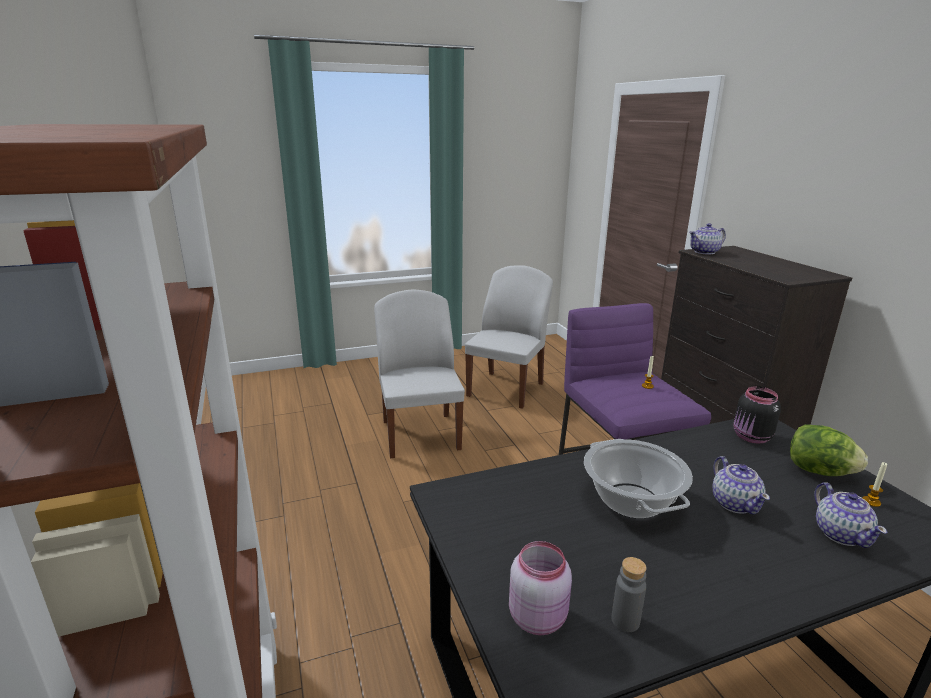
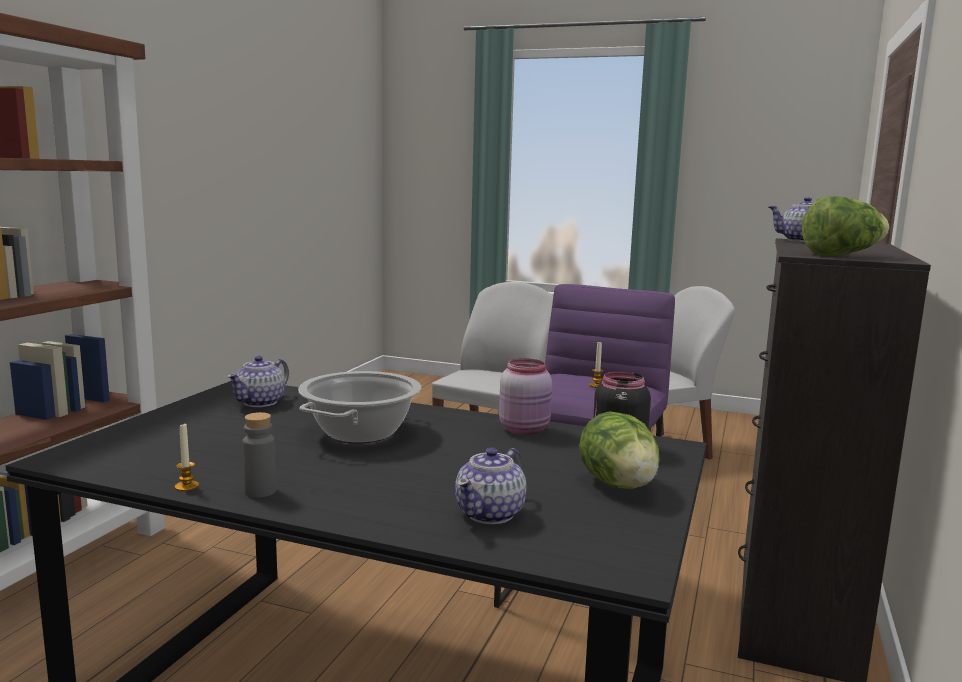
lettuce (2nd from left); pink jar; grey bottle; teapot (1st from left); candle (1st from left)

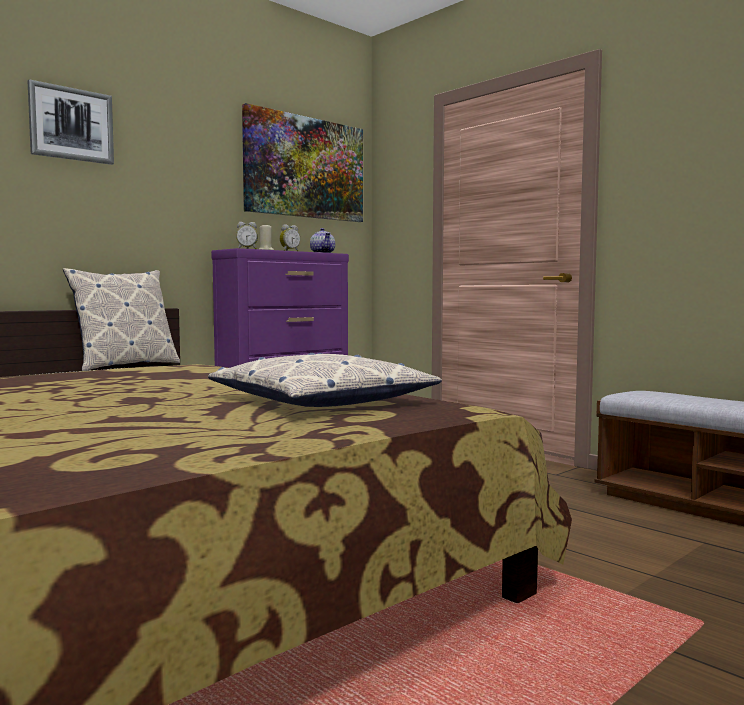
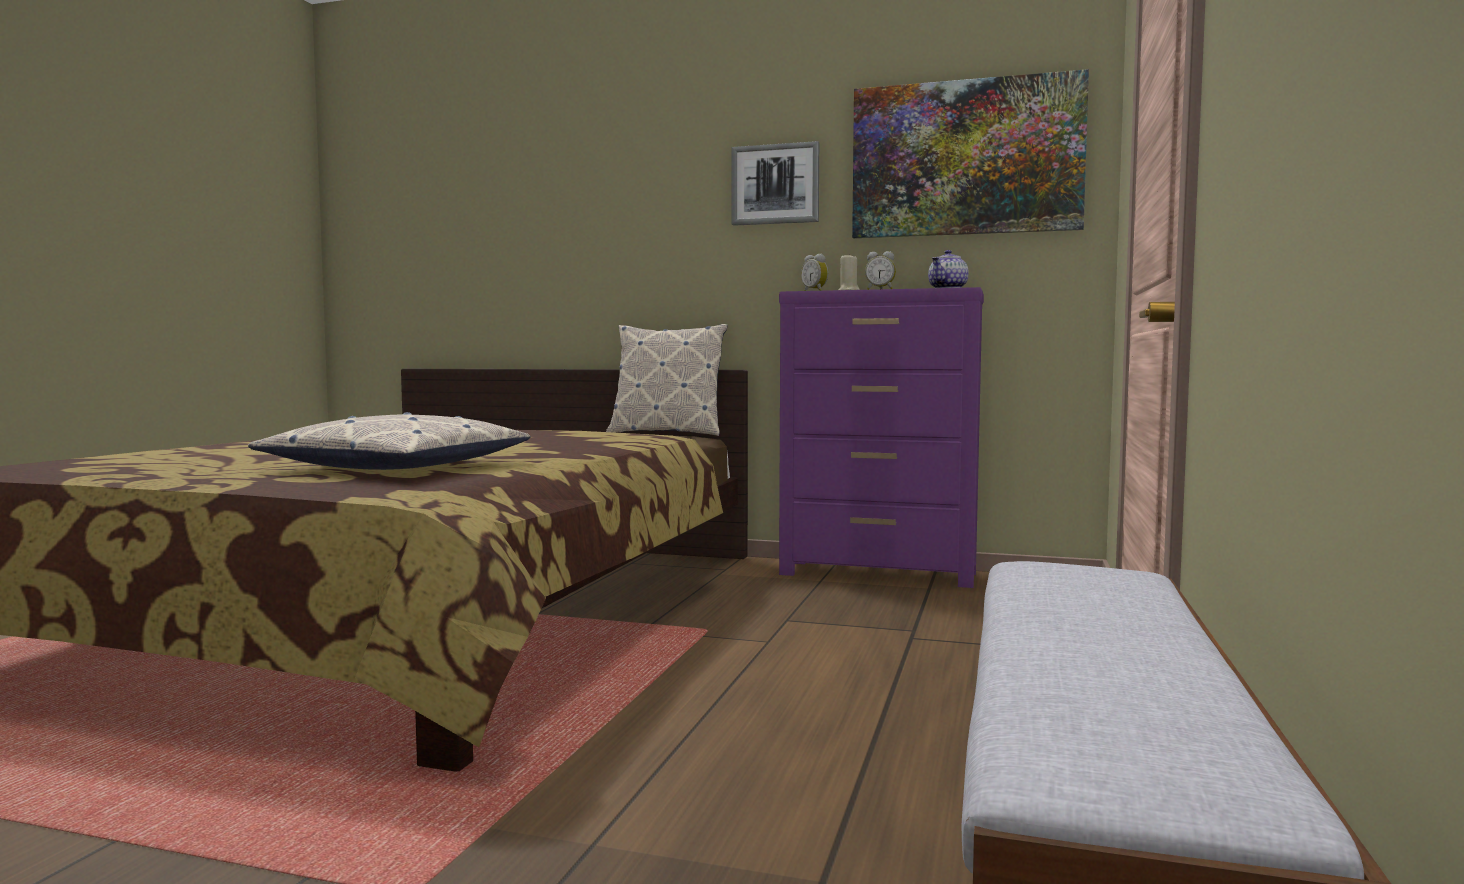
picture (1st from left)

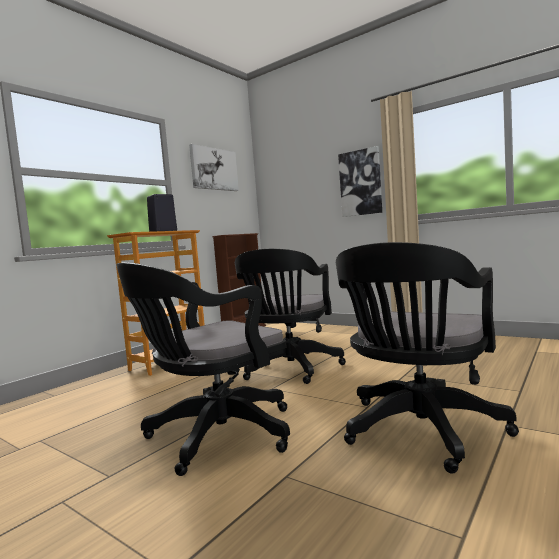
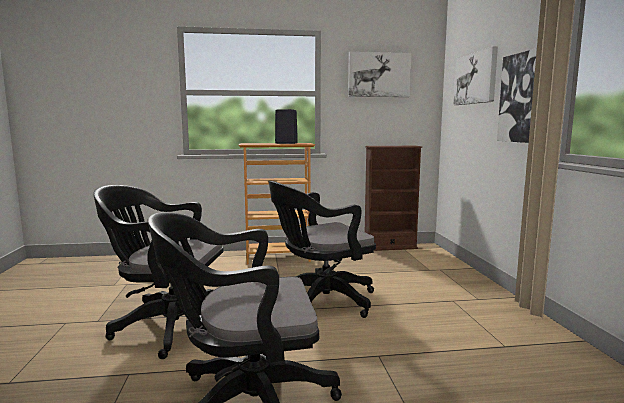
picture (2nd from left)

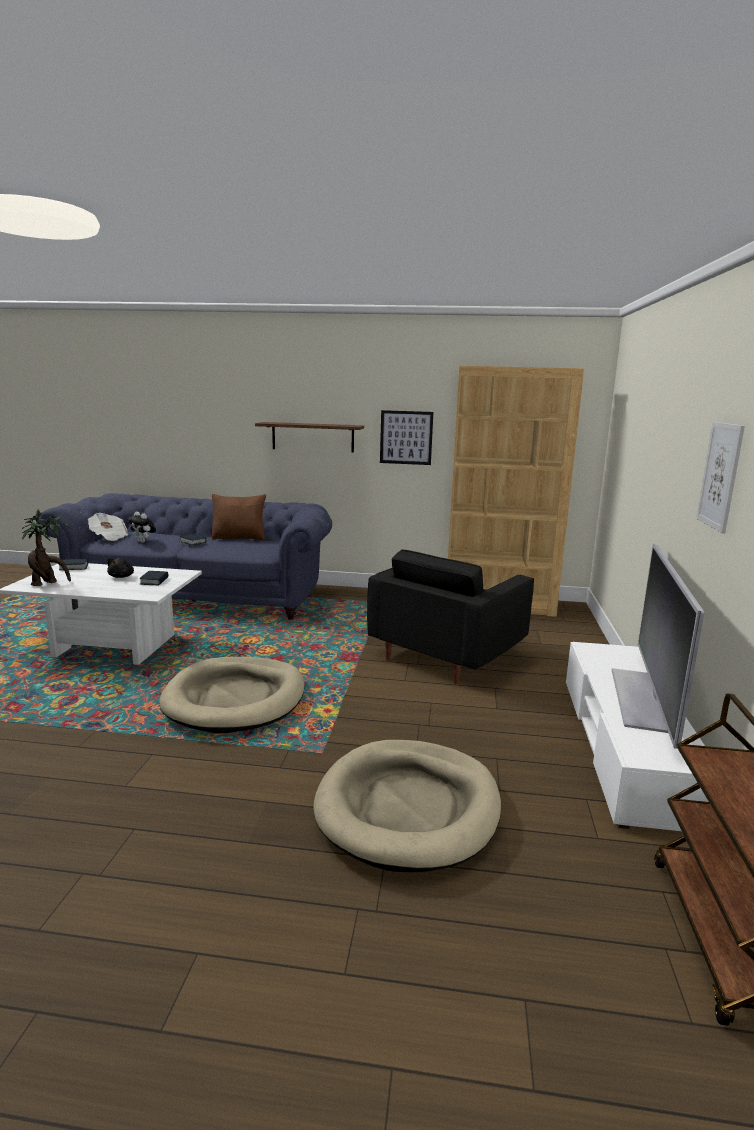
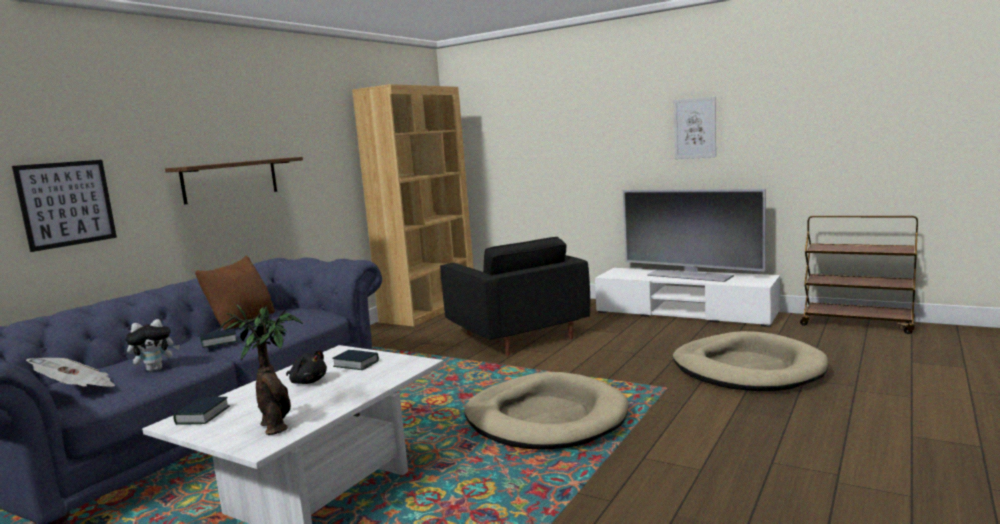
picture (1st from left)

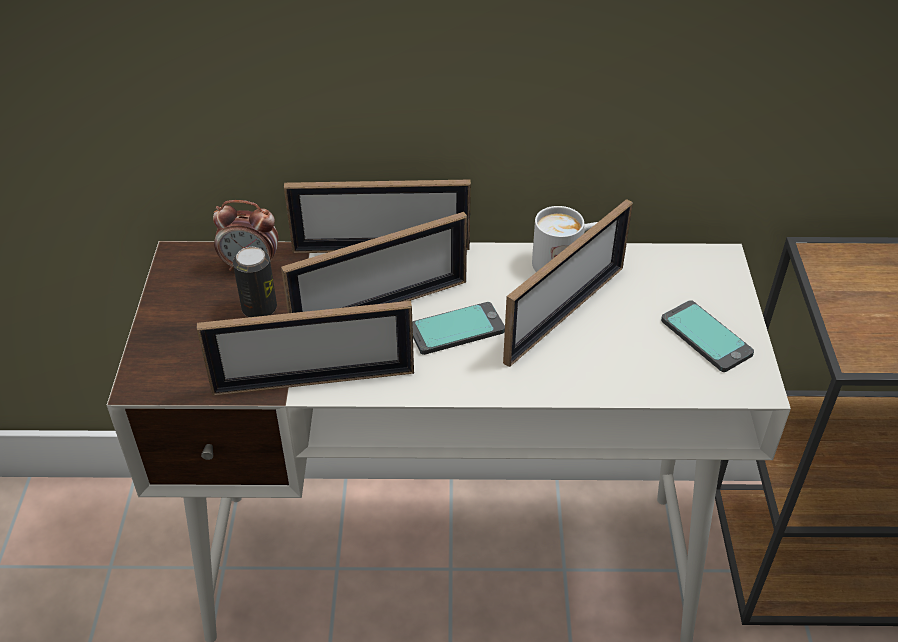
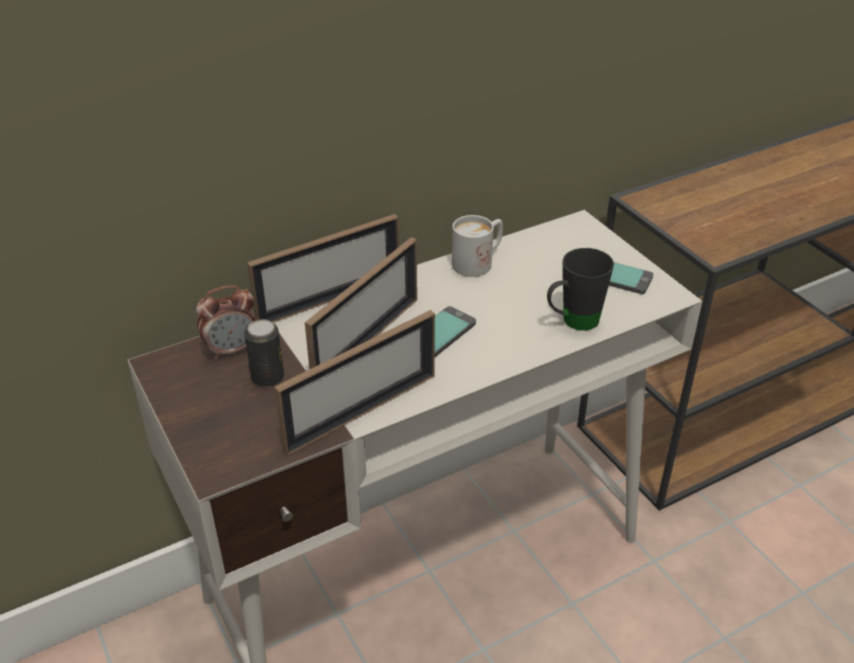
picture frame (4th from left in the first image); black mug

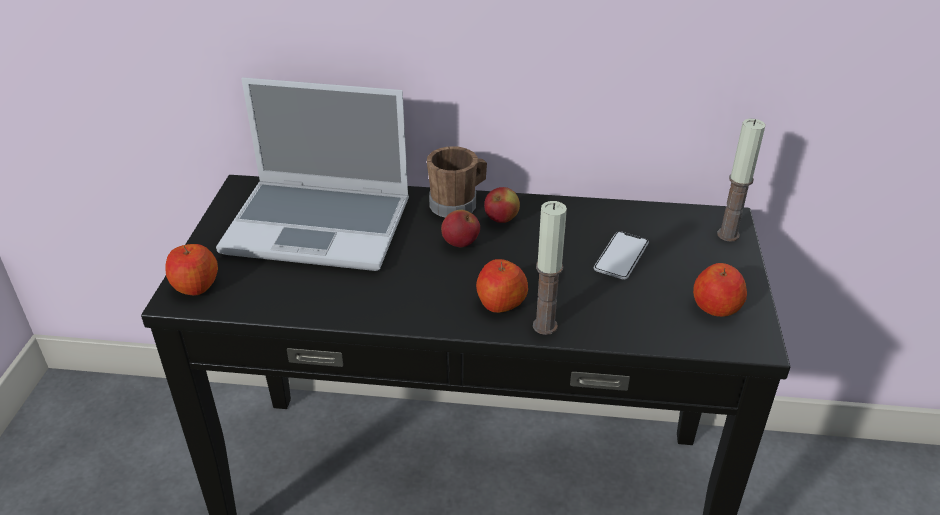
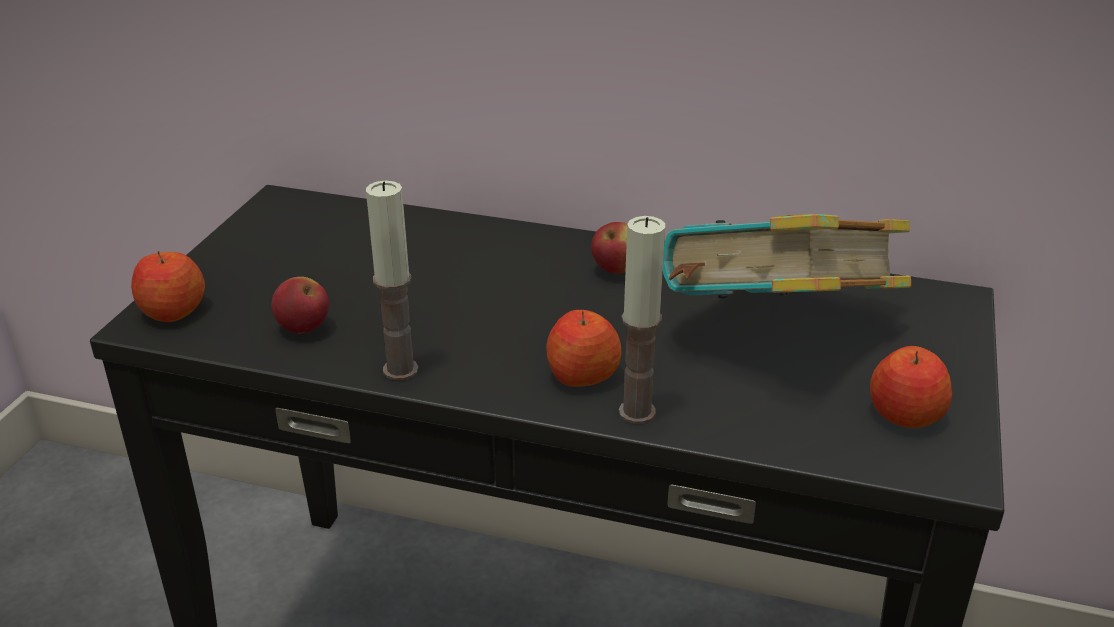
laptop; brown mug; apple (2nd from left); candle (1st from left); book

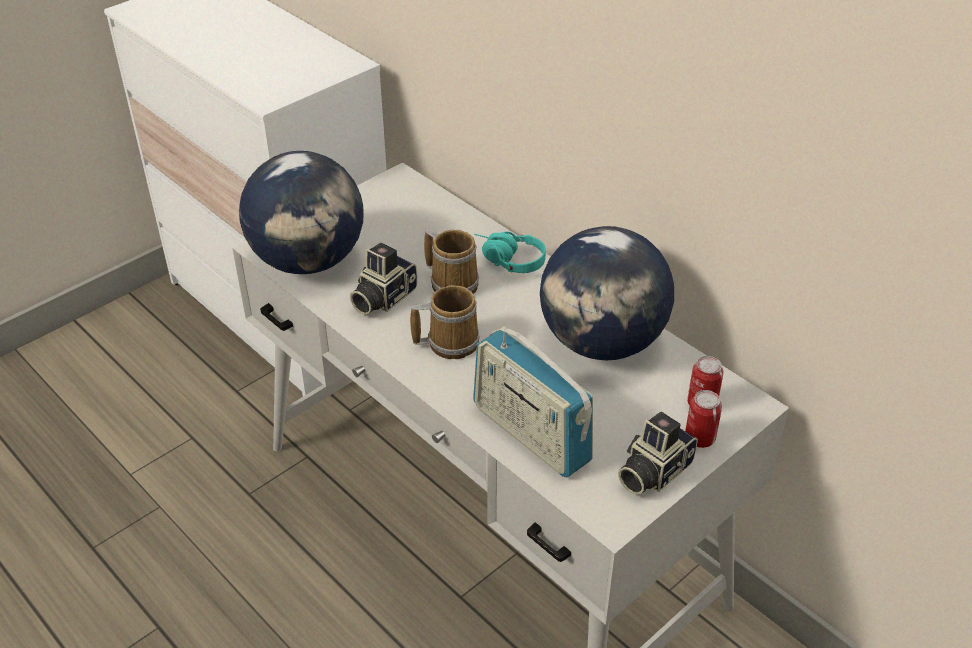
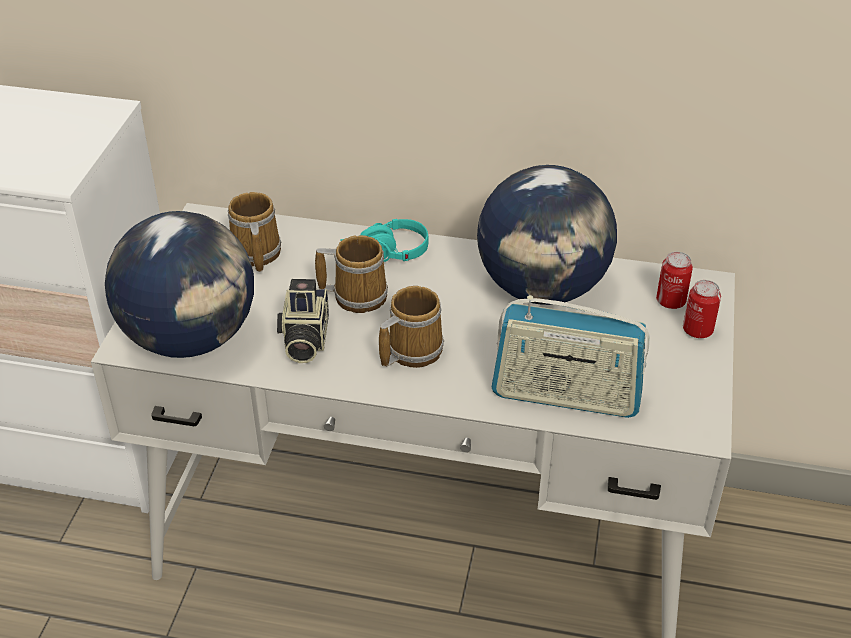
photo camera (2nd from left in the first image); mug (1st from left)

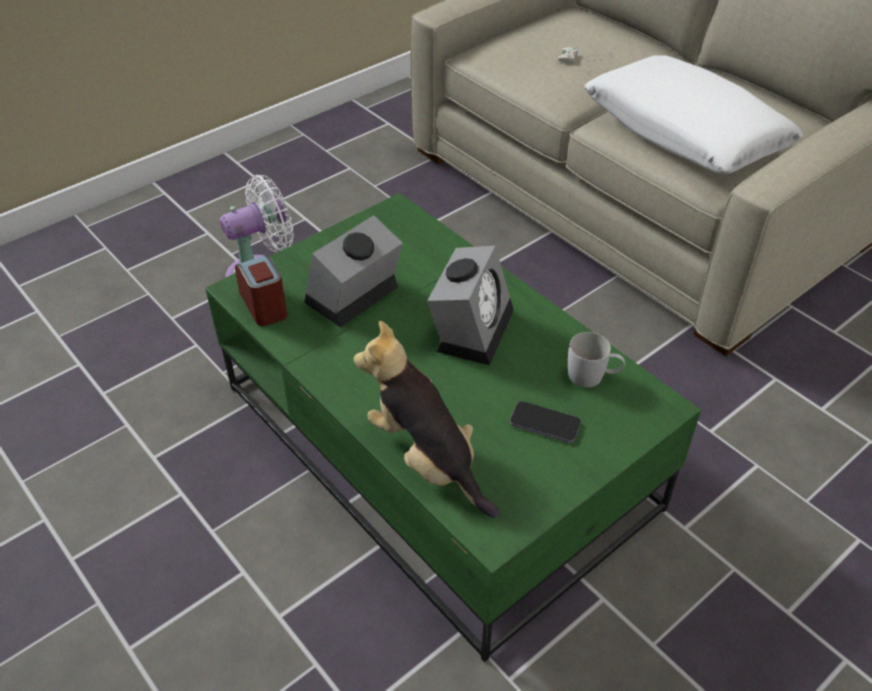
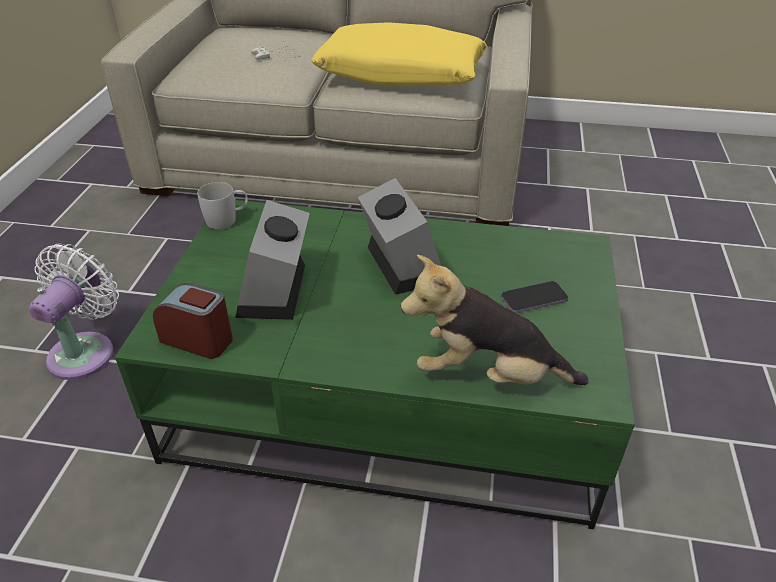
white mug; yellow pillow

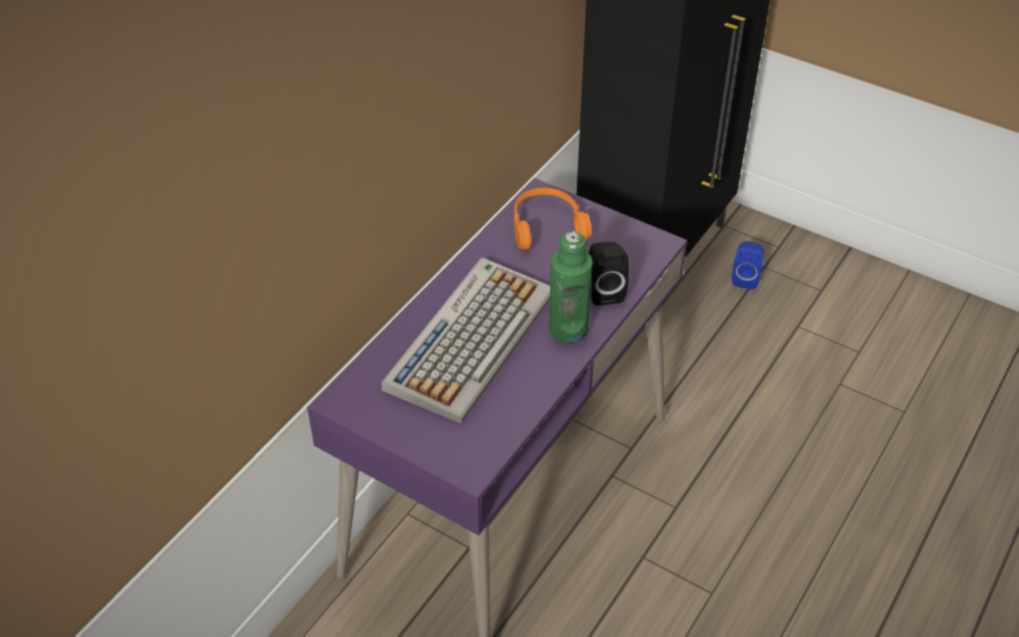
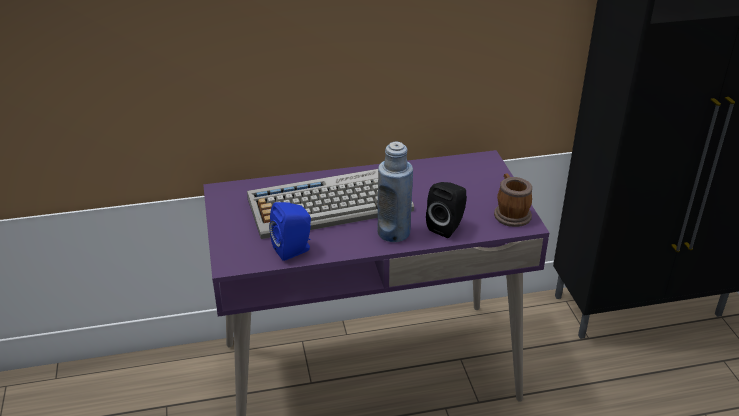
orange headphones; mug; blue speaker; blue bottle

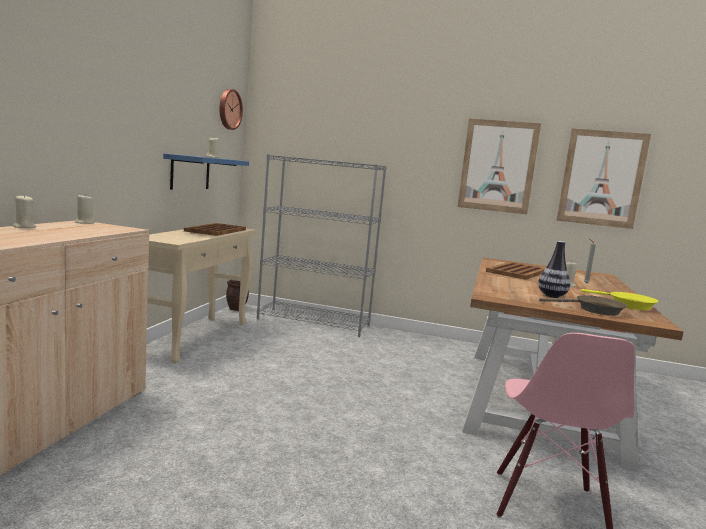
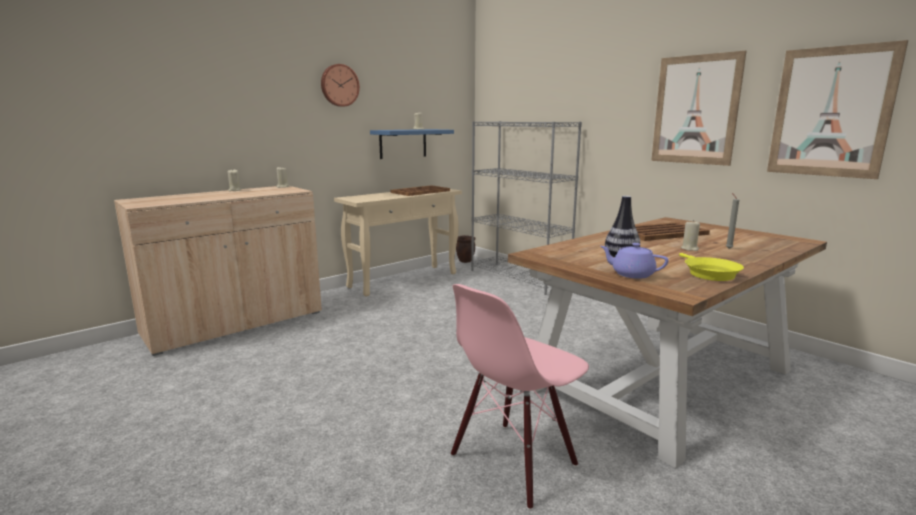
wall clock; purple teapot

